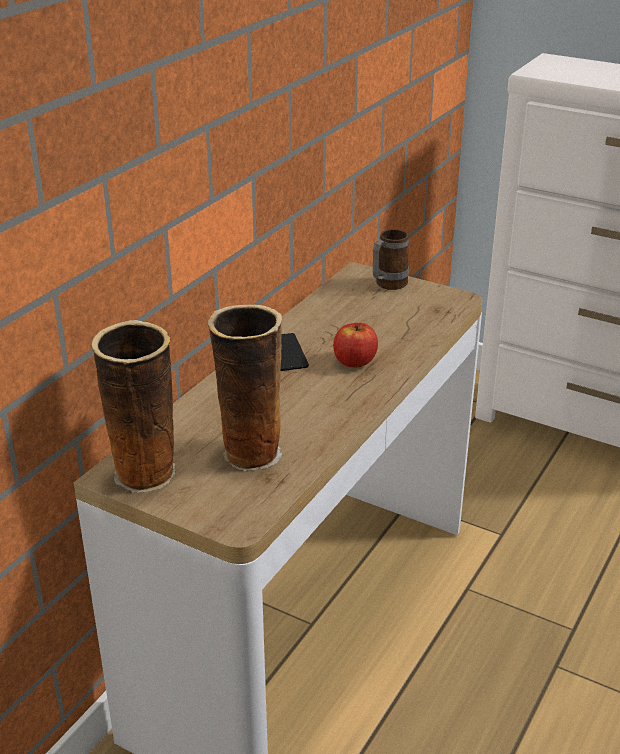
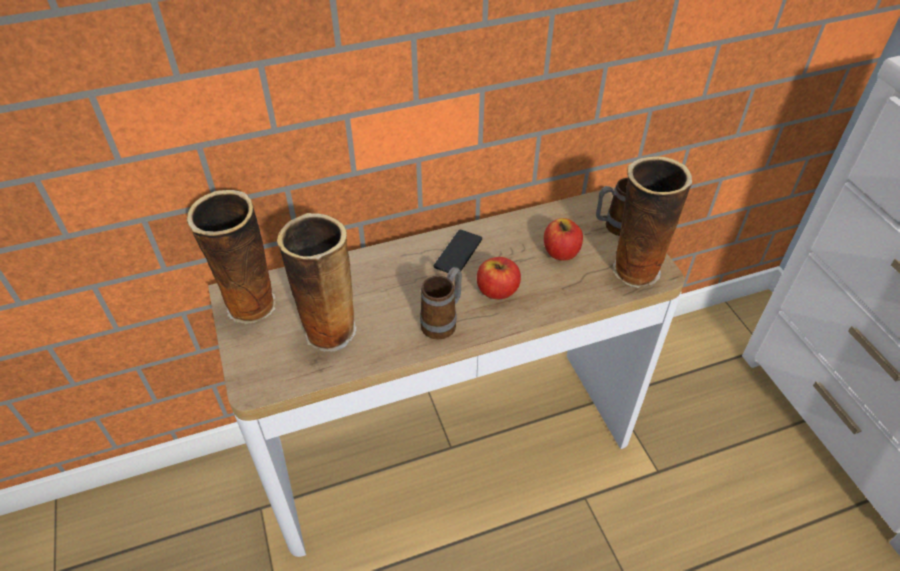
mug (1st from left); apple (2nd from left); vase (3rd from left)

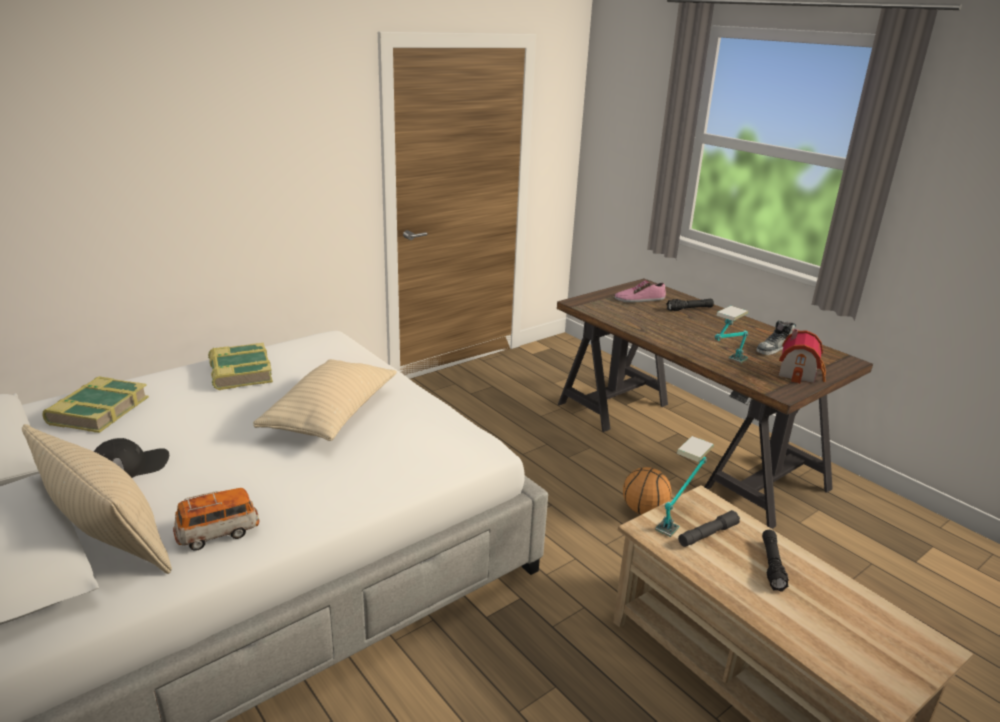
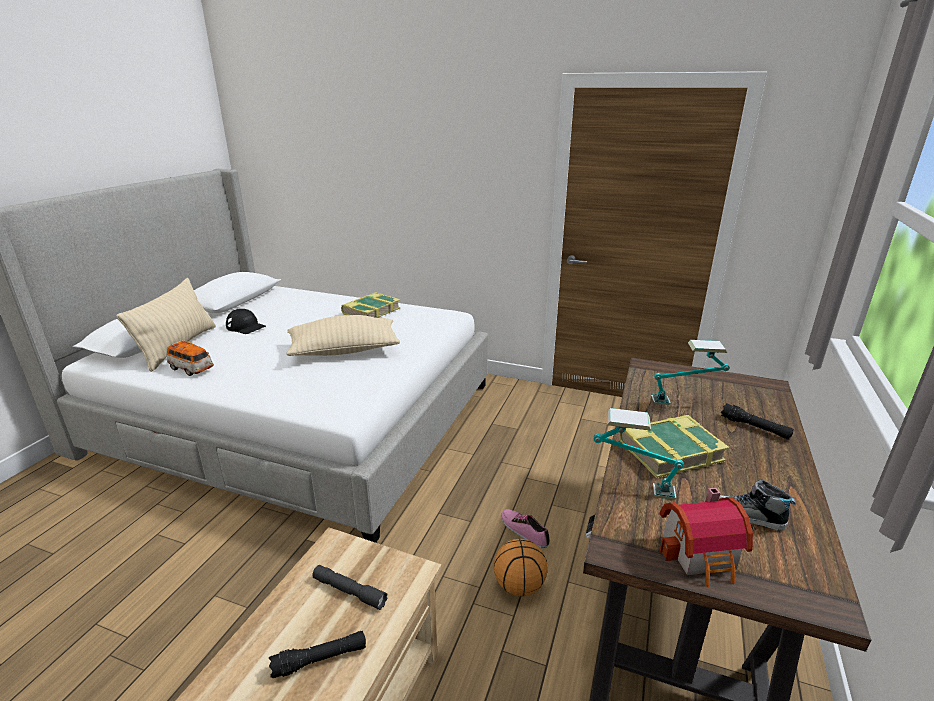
book (2nd from left); shoe (1st from left); table lamp (2nd from left)

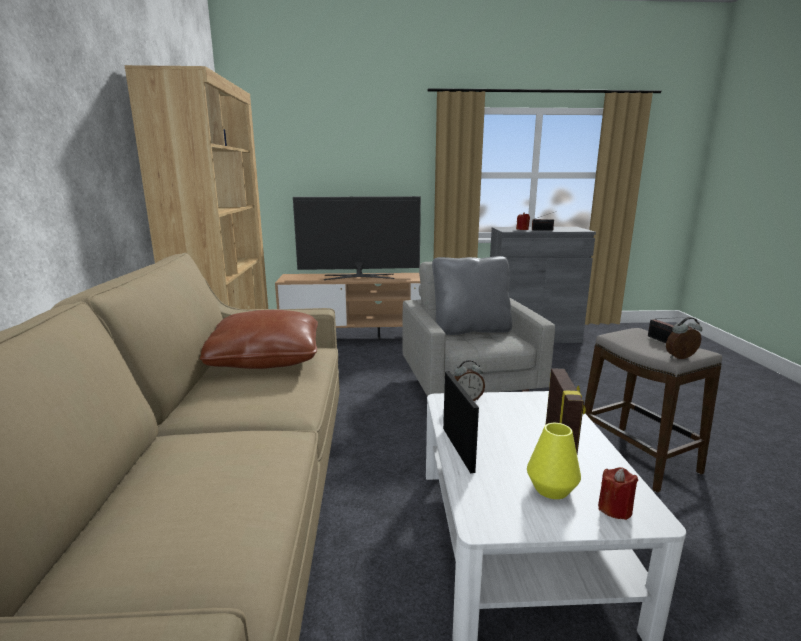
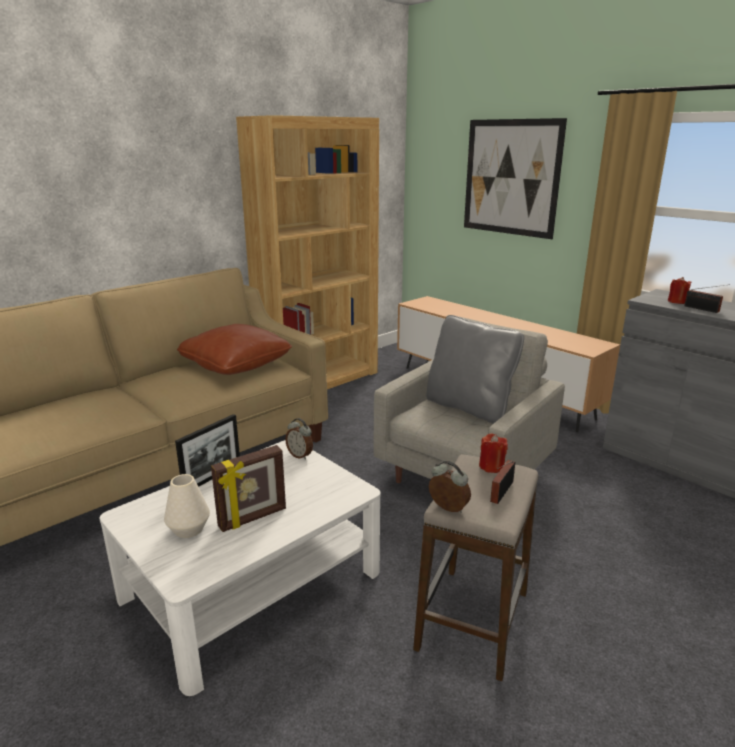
television; picture; red candle (1st from left); white vase

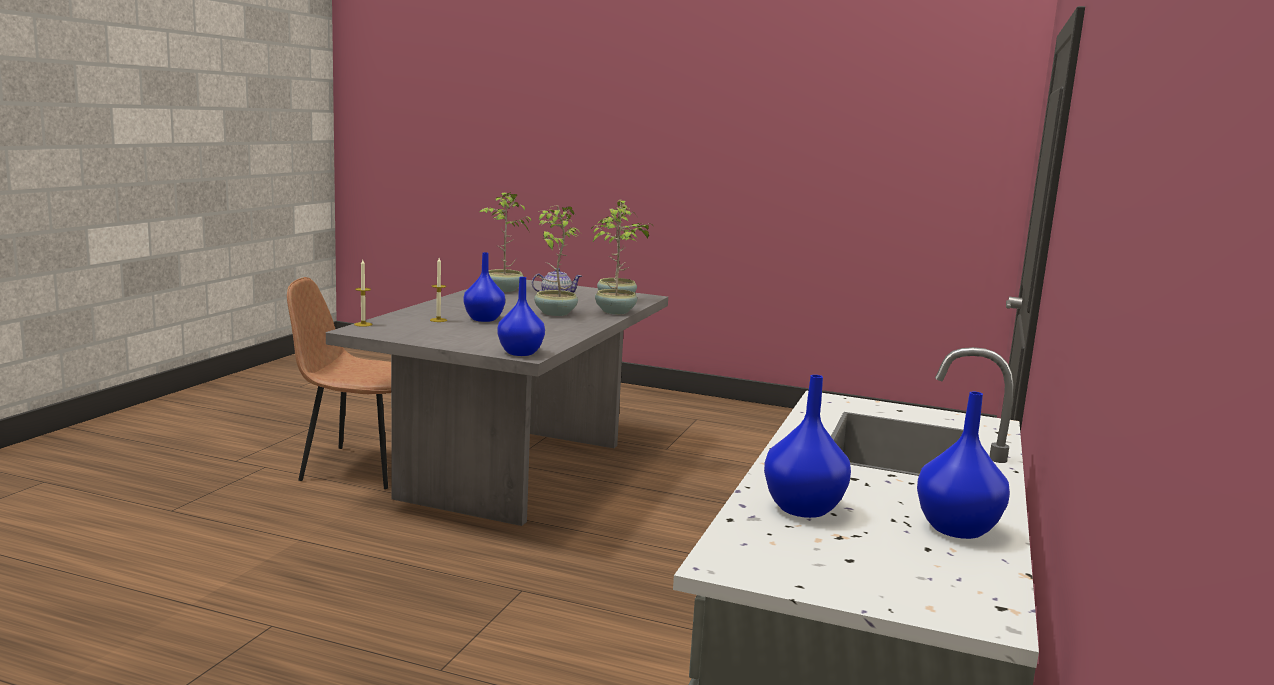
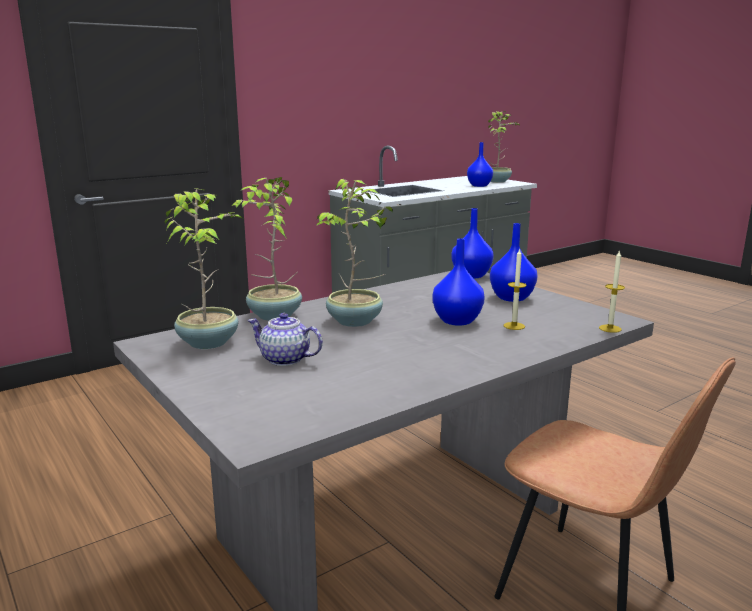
potted plant (4th from left); blue vase (4th from left)

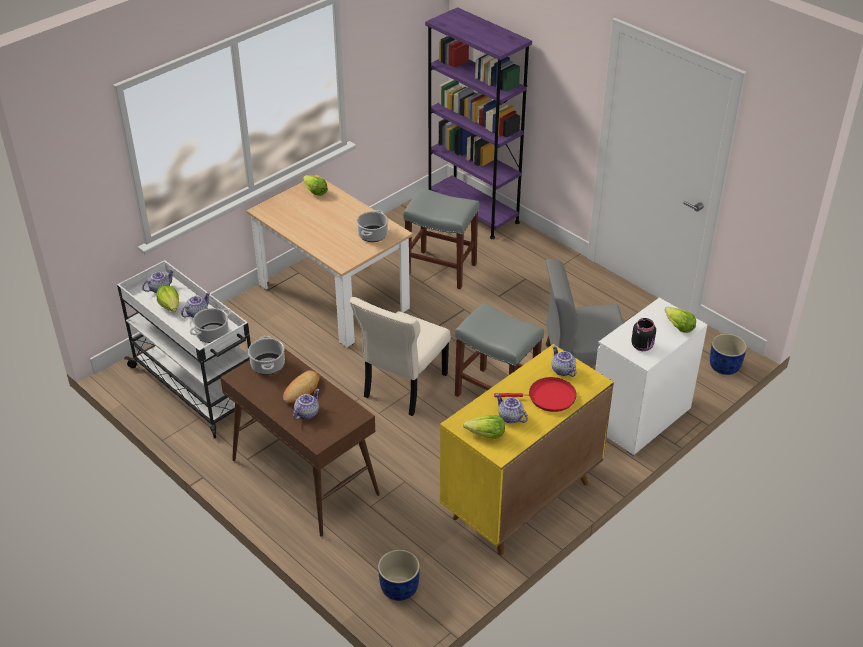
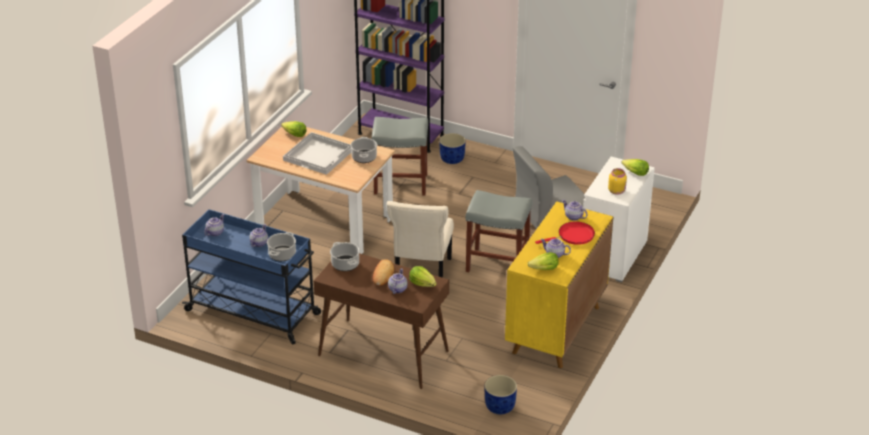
white tray; lettuce (2nd from left); blue planter (1st from left); blue cart; yellow jar

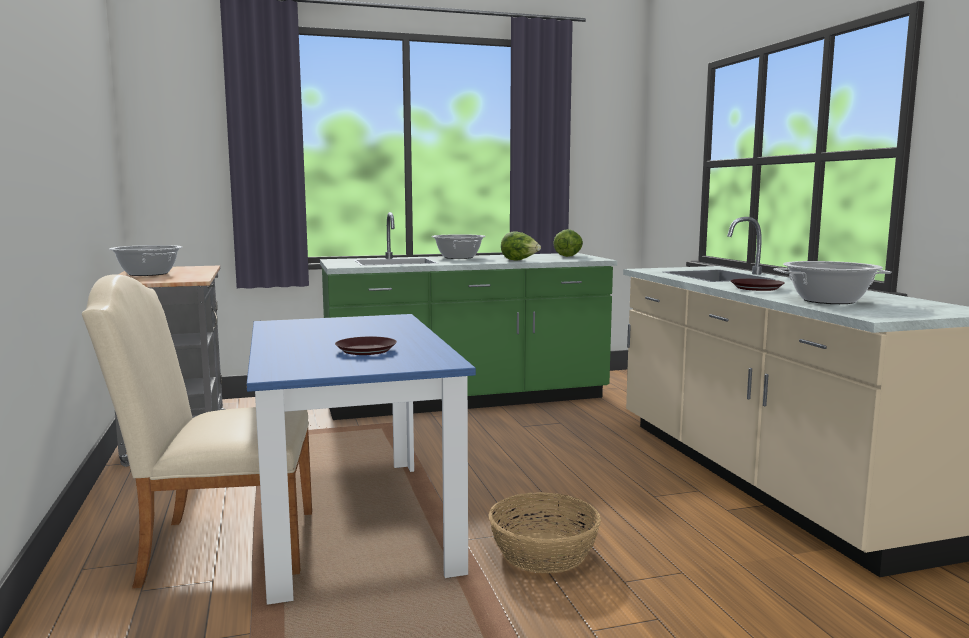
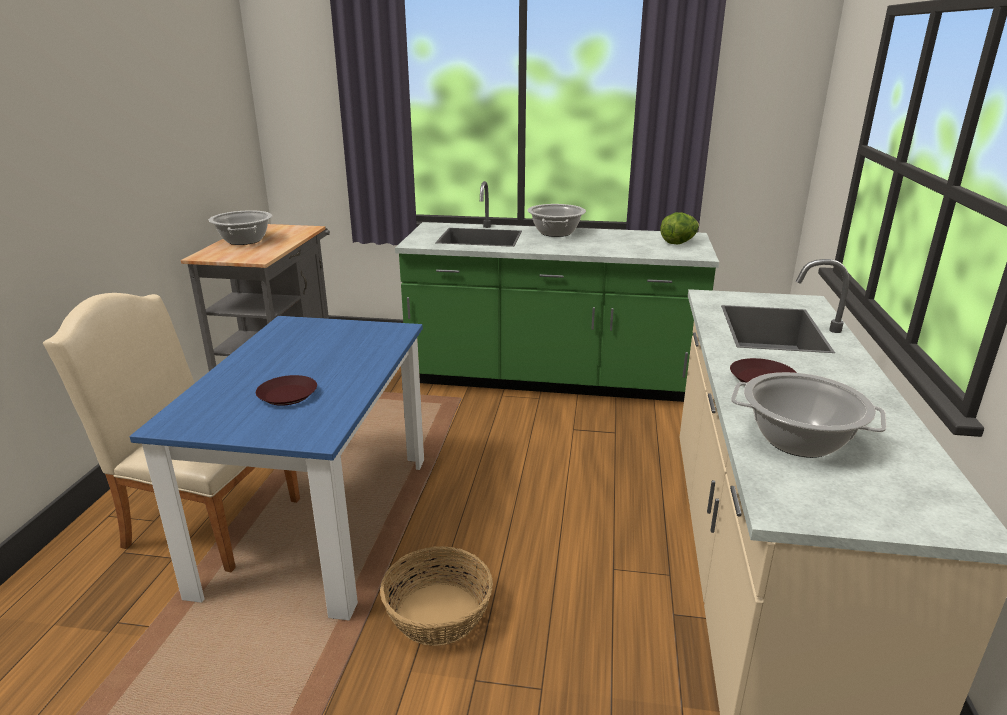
lettuce (1st from left in the first image)

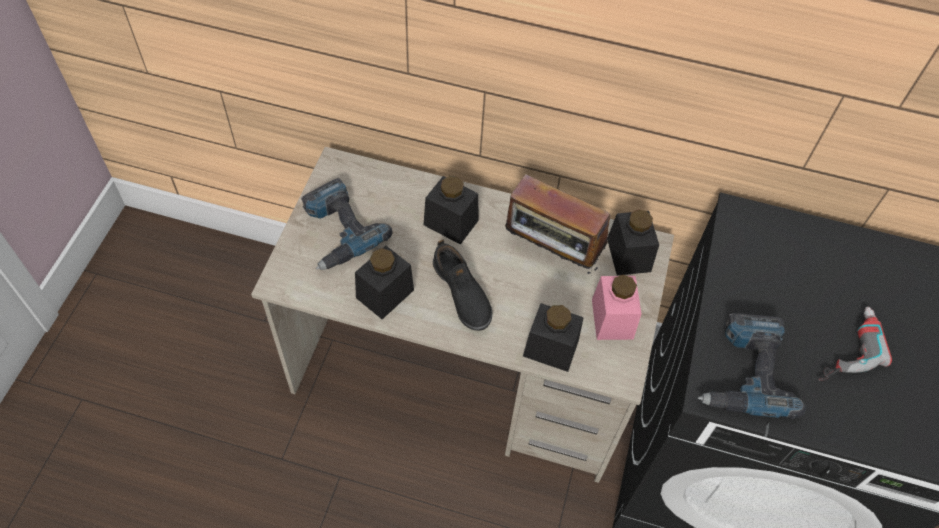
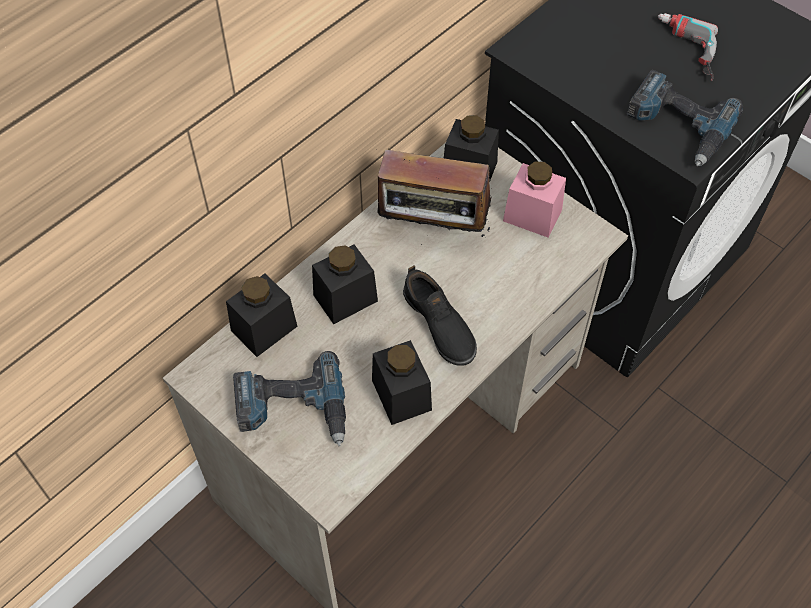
black jar (1st from left); black shoe; radio

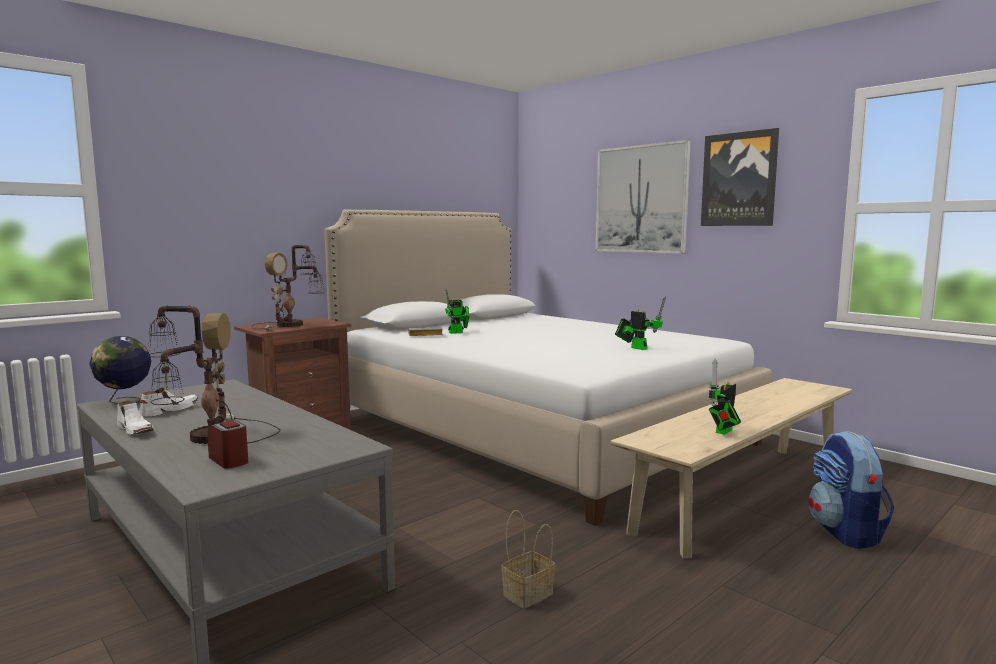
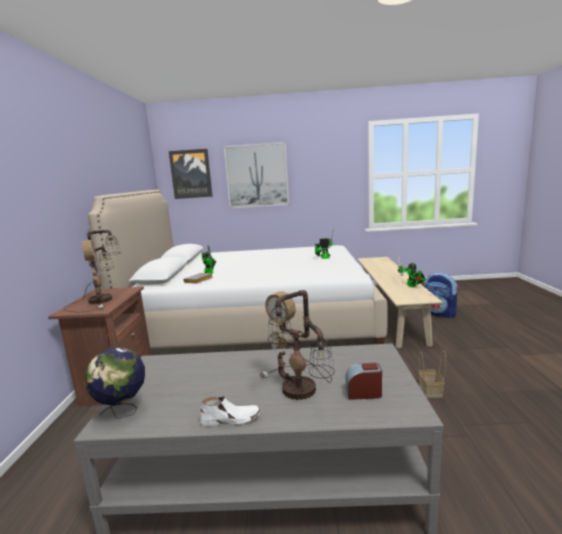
white shoe (2nd from left in the first image); picture (1st from left)

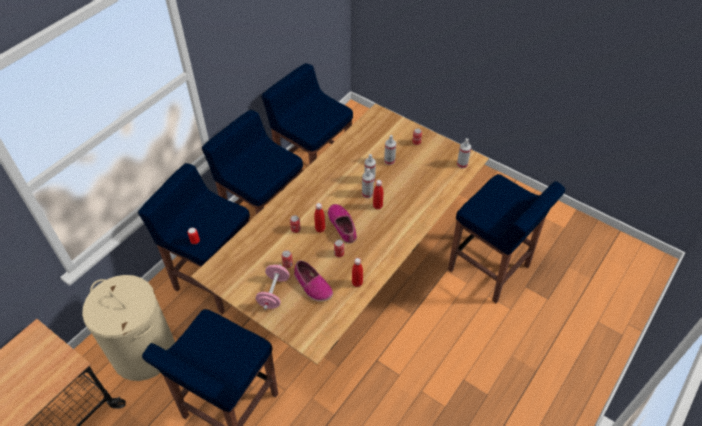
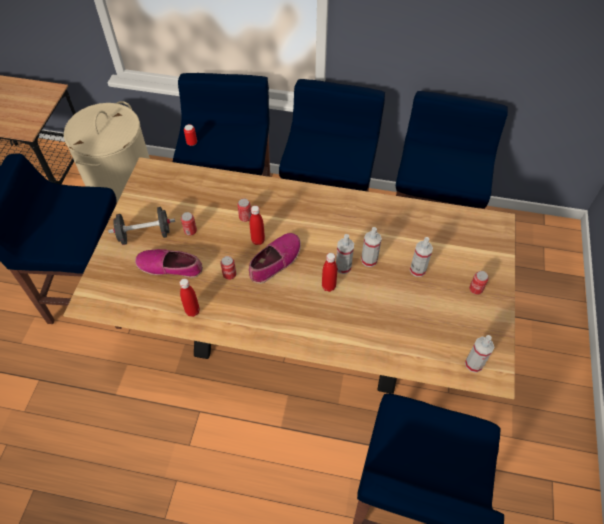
black dumbbell; shoe (1st from left)

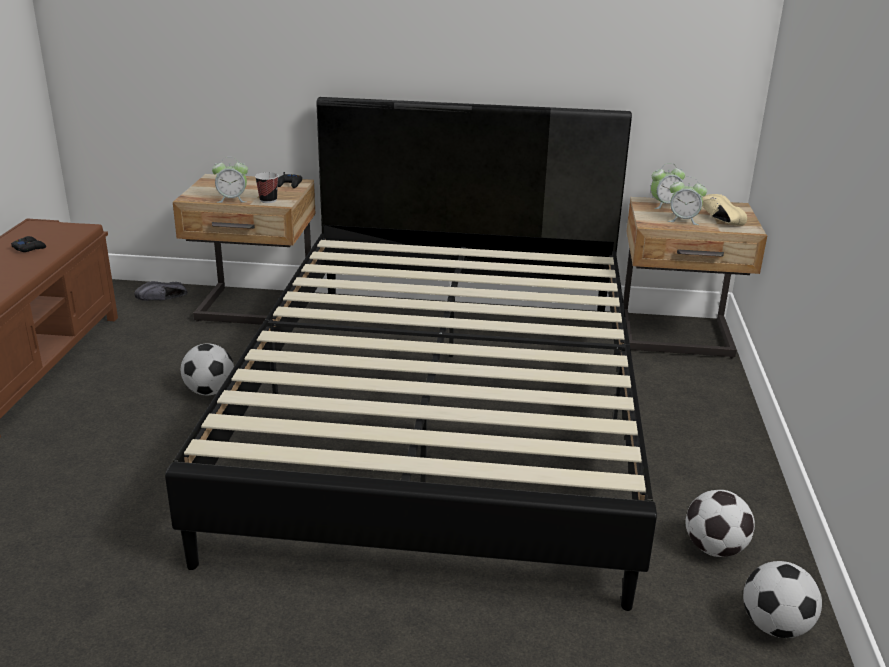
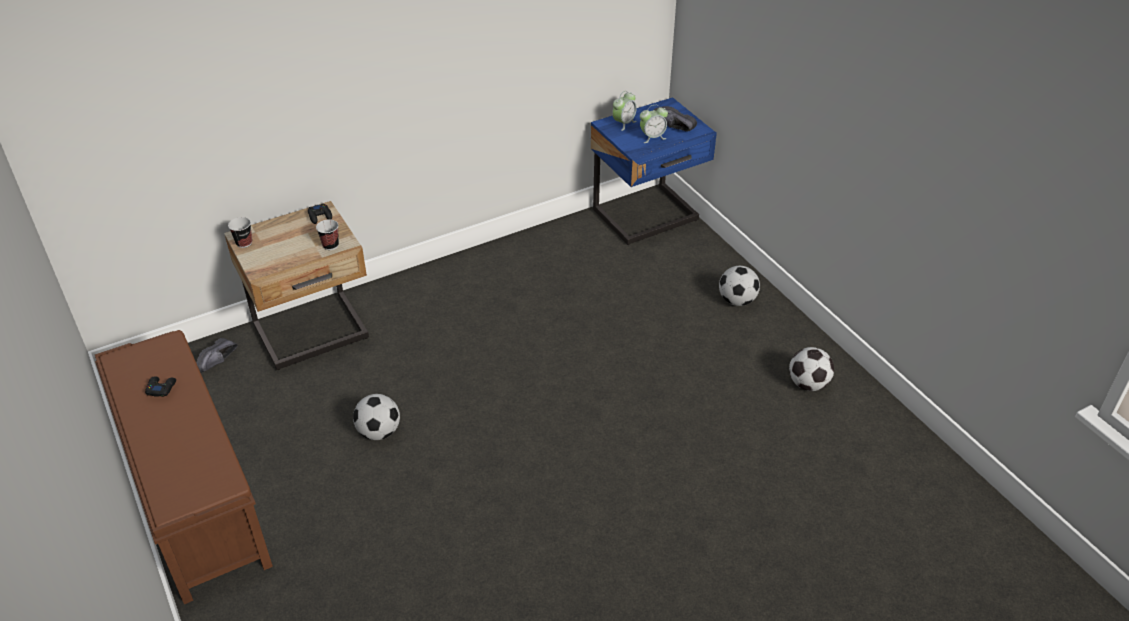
black bed; alarm clock (1st from left in the first image); cup (1st from left); football (2nd from left); blue nightstand; black shoe (2nd from left)

